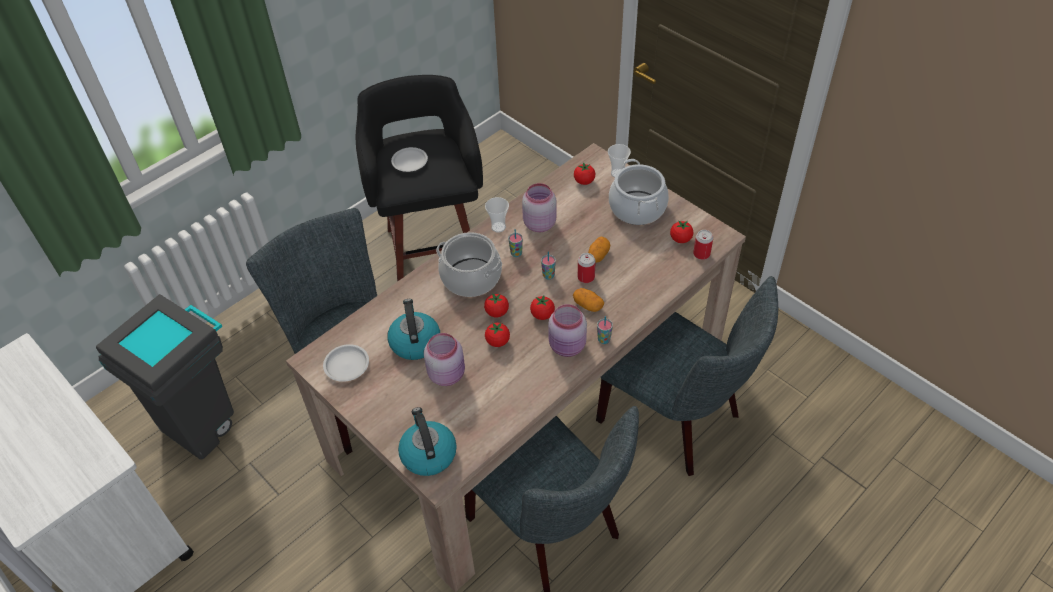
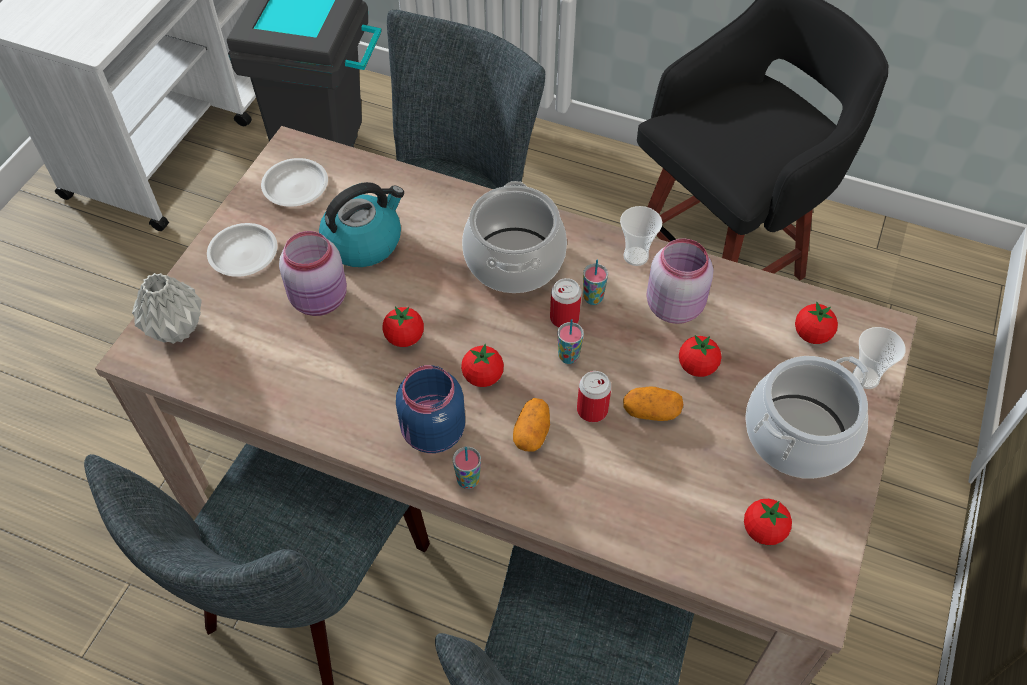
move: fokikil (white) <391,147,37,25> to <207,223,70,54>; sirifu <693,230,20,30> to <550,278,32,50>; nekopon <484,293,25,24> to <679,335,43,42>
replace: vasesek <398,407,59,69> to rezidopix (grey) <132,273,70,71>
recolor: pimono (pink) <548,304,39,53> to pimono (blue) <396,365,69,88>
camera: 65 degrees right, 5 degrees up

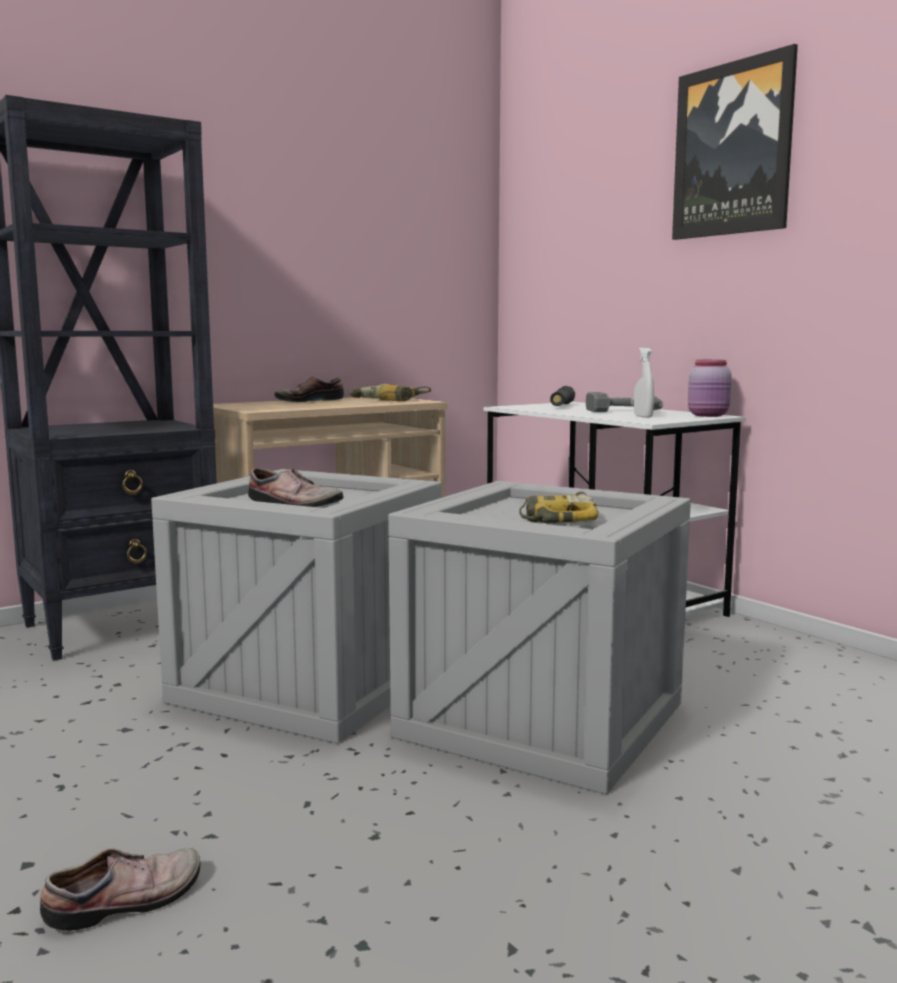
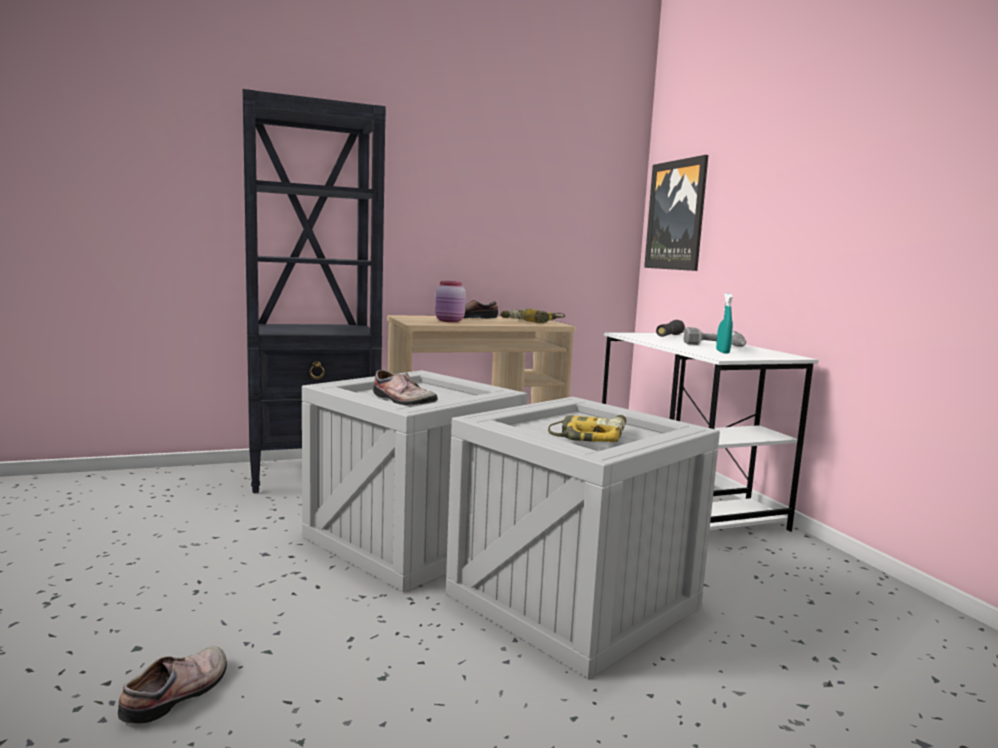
move: pimono (pink) <688,360,44,57> to <435,281,31,41>; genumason <672,44,126,196> to <644,155,64,116>
recolor: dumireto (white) <634,347,20,71> to dumireto (turquoise) <716,293,17,61>
rotate: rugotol <40,848,160,83> = <118,646,109,78> 45 degrees counterclockwise
camera: 15 degrees right, 0 degrees up

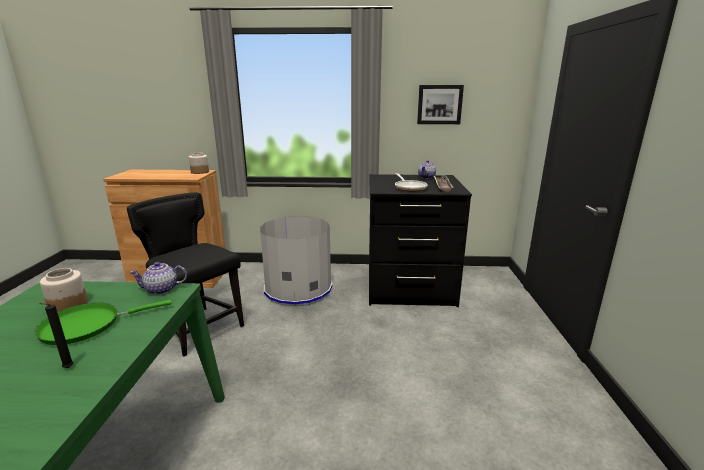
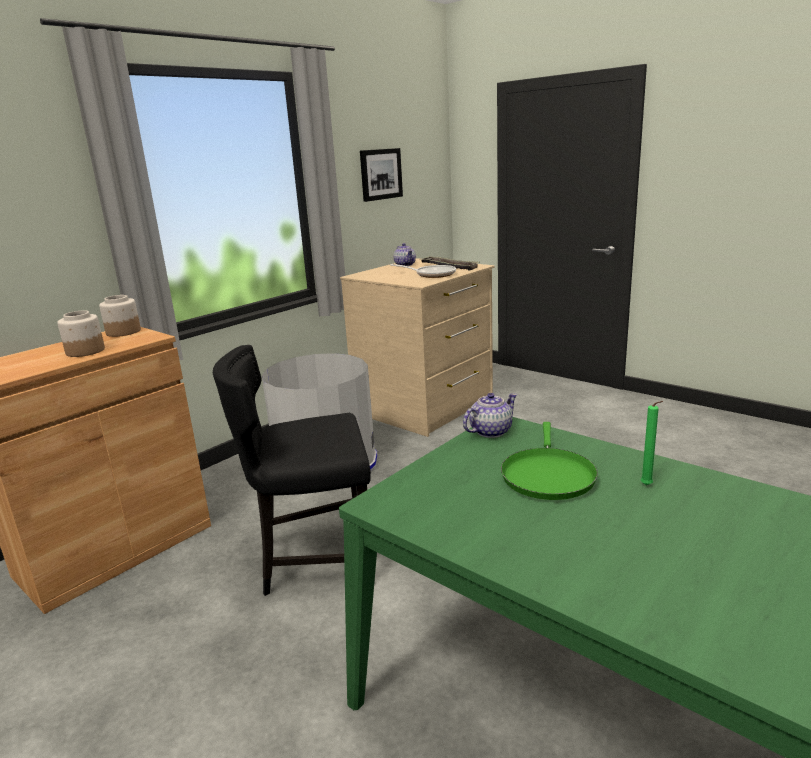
move: pimono <40,268,48,44> to <58,310,47,47>
recolor: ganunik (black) <369,174,103,133> to ganunik (beige) <340,258,155,179>; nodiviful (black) <38,303,36,65> to nodiviful (green) <641,401,22,84>
rotate: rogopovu <129,262,58,33> = <463,393,54,45> 150 degrees counterclockwise
camera: 50 degrees left, 0 degrees up

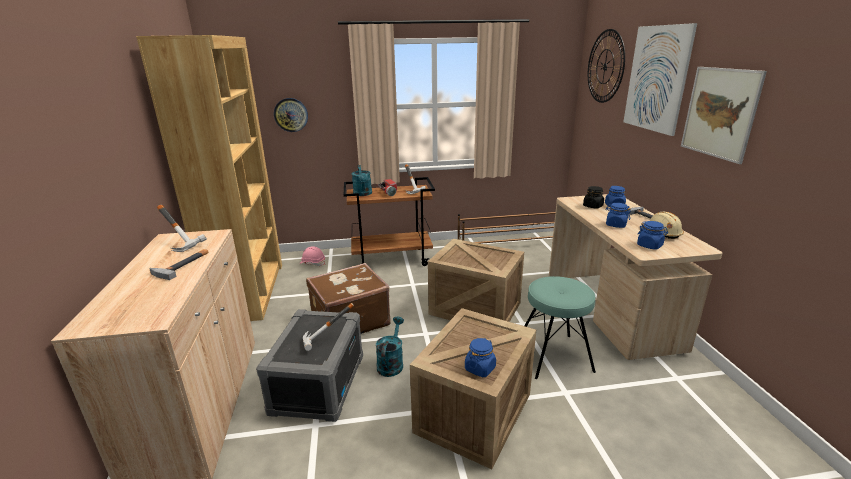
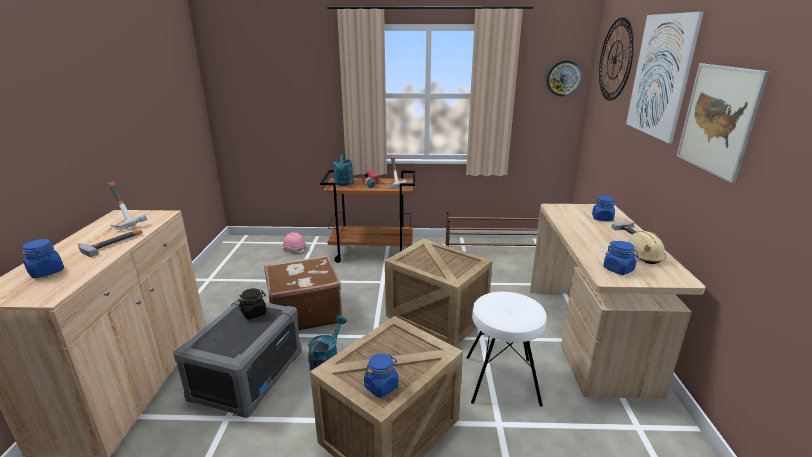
delete: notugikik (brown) <136,35,146,286>; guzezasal <303,303,51,48>
move: pimono (blue) <605,203,26,25> to <22,239,42,39>; pimono (black) <583,186,21,23> to <238,288,29,31>; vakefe <274,98,34,34> to <546,60,36,36>
recolor: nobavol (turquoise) <524,276,72,103> to nobavol (white) <466,292,81,114>
camera: 10 degrees right, 0 degrees up

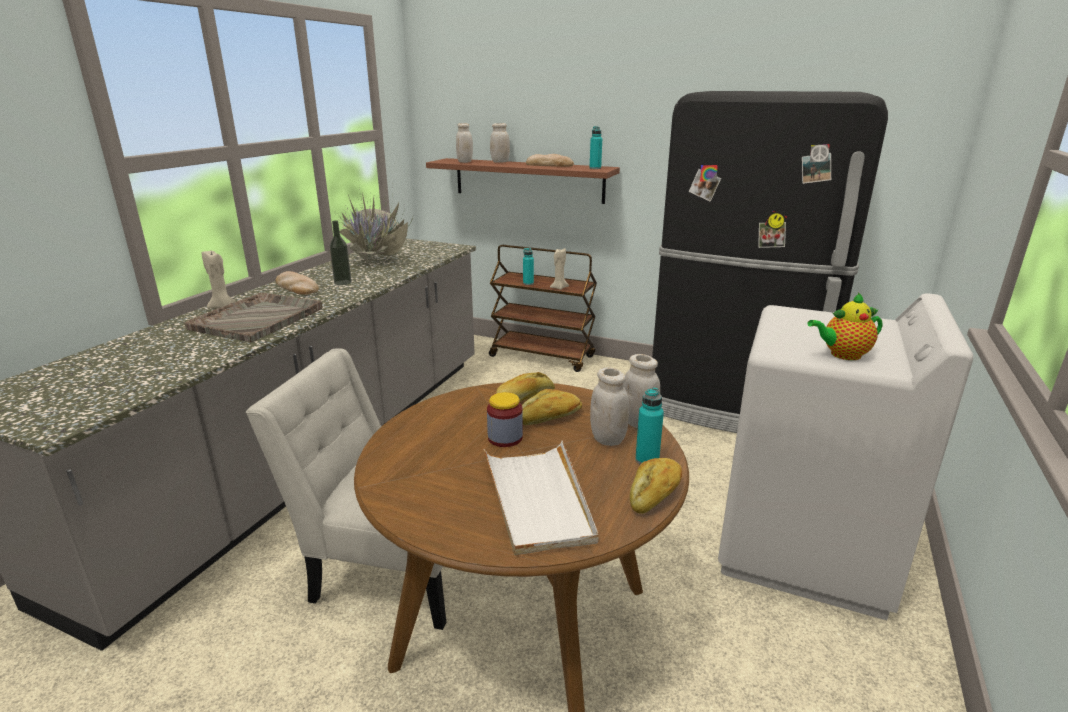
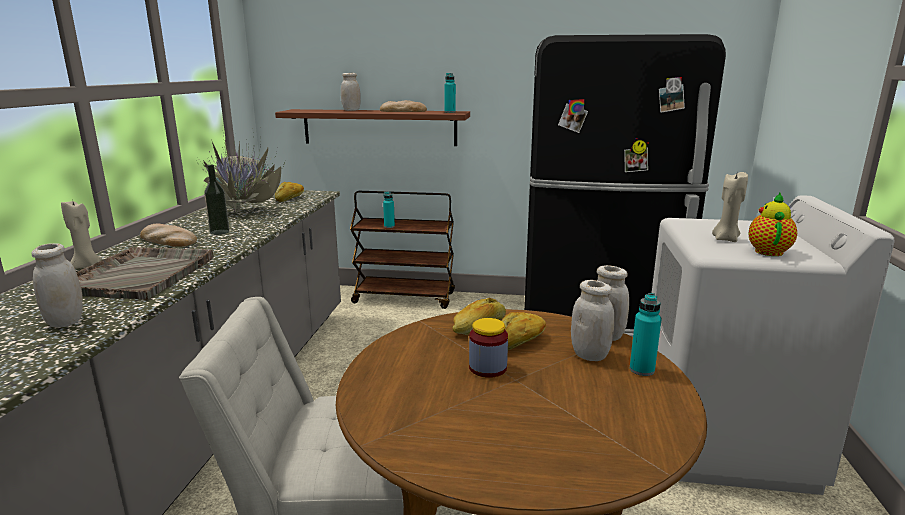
delete: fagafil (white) <484,441,115,114>
move: pimono (white) <456,123,17,40> to <31,243,52,85>; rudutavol <630,458,52,55> to <275,182,29,20>; nodiviful (beige) <550,248,19,42> to <712,172,36,70>
rotate: rogopovu <807,292,75,68> = <748,193,49,63> 135 degrees clockwise
camera: 15 degrees left, 5 degrees down

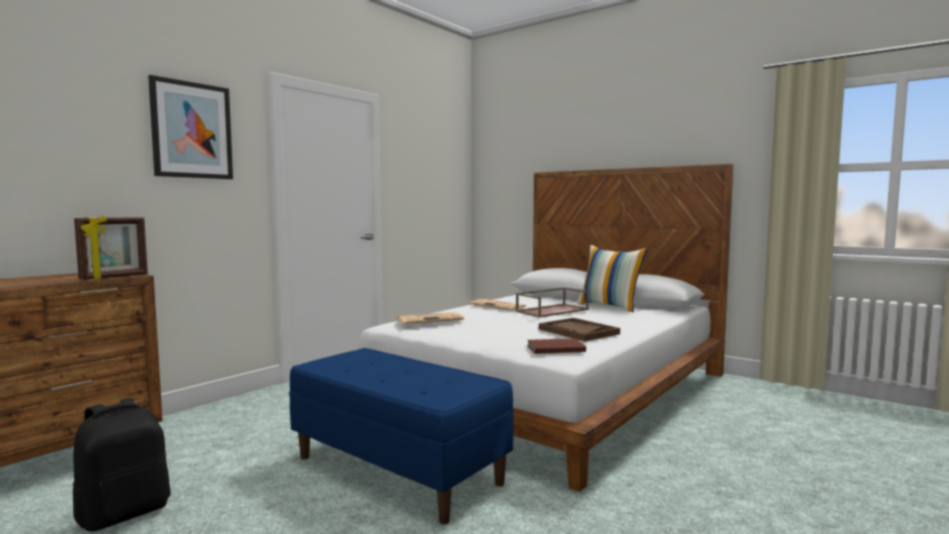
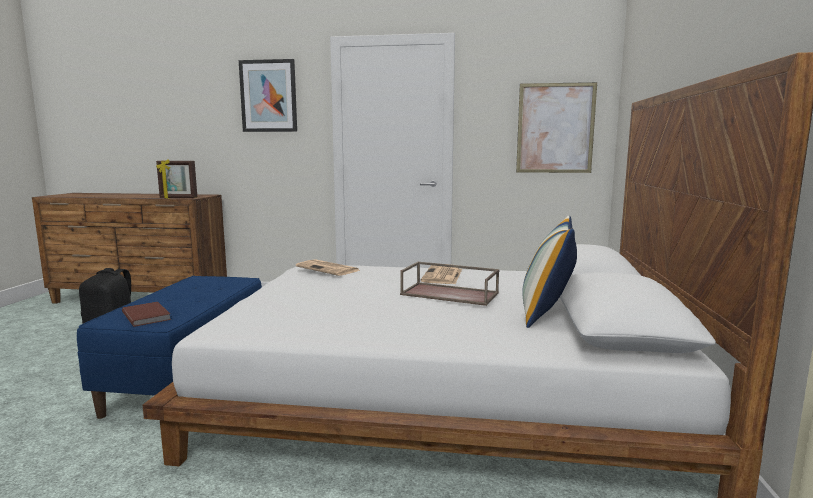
delete: fagafil (brown) <539,318,81,23>
insert: genumason <516,82,81,91>
move: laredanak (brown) <527,338,59,16> to <122,302,49,25>
camera: 60 degrees right, 5 degrees up

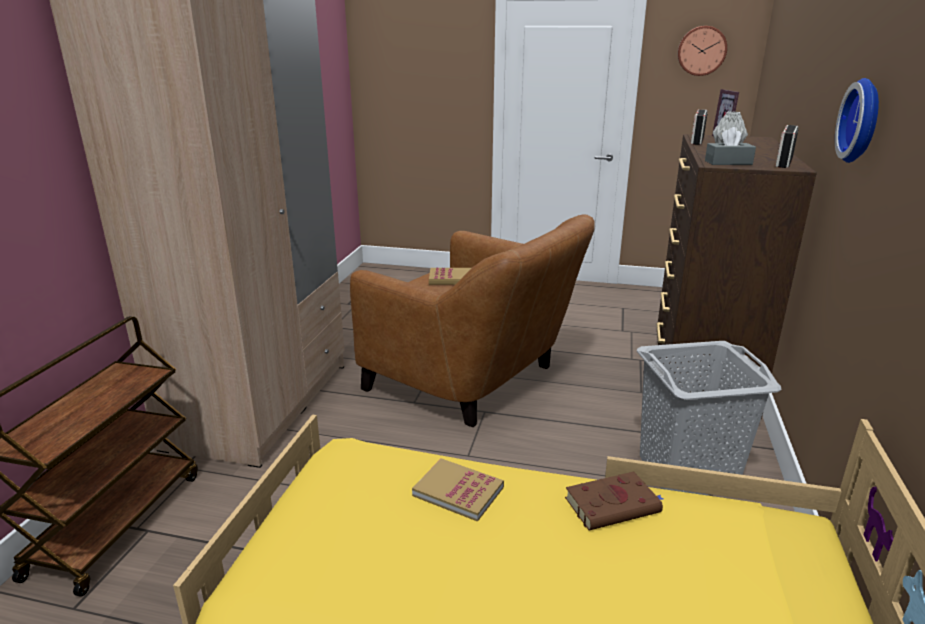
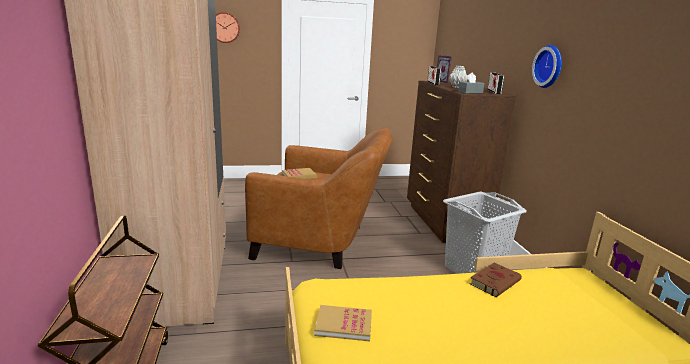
move: vakefe <678,26,49,50> to <216,12,24,31>; laredanak <412,458,92,64> to <314,305,58,36>
camera: 25 degrees left, 5 degrees down

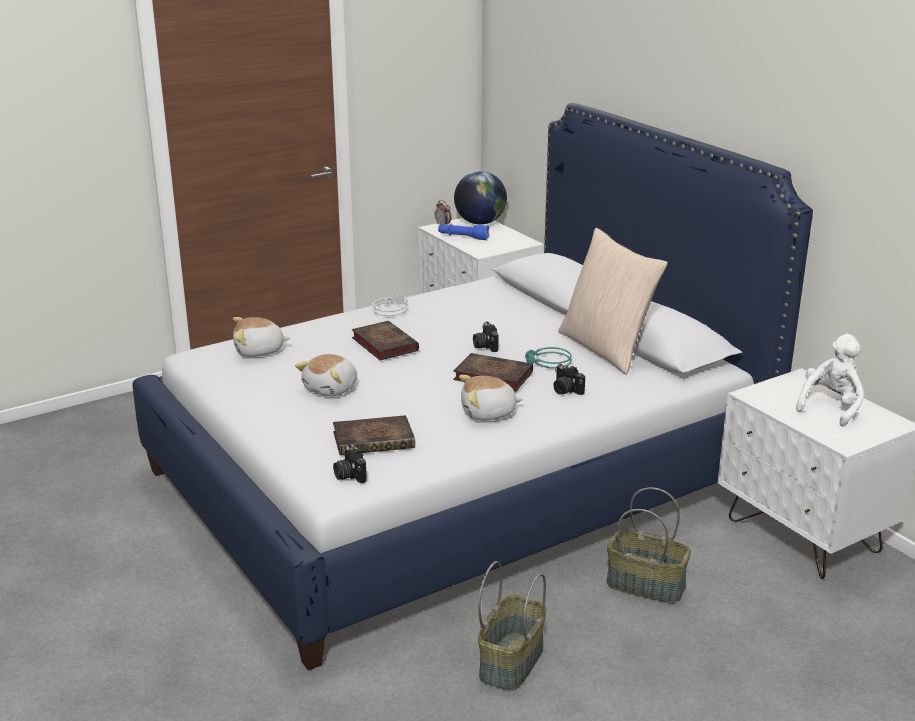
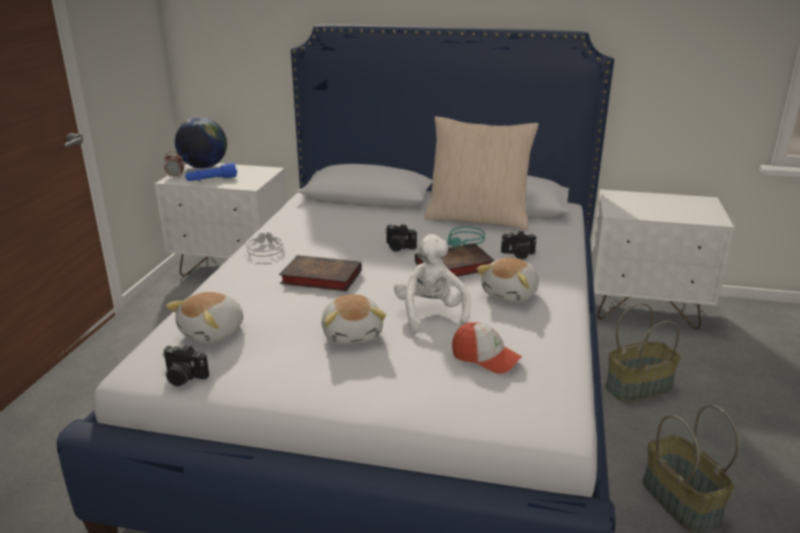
move: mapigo <333,444,34,39> to <163,345,46,41>; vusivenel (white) <796,334,68,93> to <394,234,77,98>
replace: laredanak <333,415,82,40> to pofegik <452,322,70,52>
camera: 45 degrees left, 0 degrees up

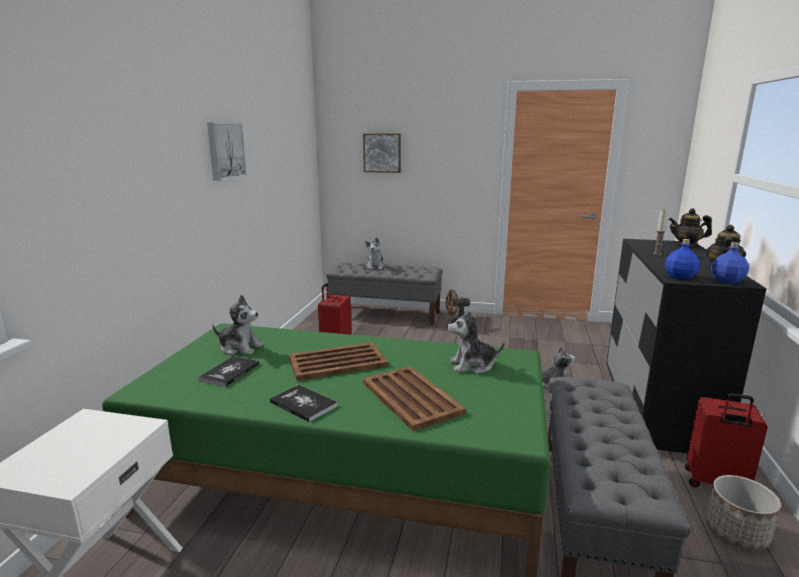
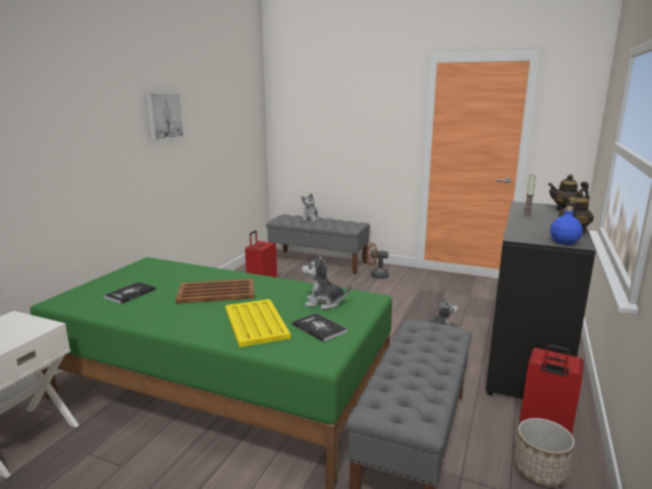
delete: vusivenel <212,295,51,60>; genumason <363,133,38,40>; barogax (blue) <665,239,35,40>
move: laredanak <270,384,68,38> to <292,313,55,29>
recolor: fagafil (brown) <363,366,103,65> to fagafil (yellow) <225,299,66,48>
camera: 10 degrees right, 0 degrees up

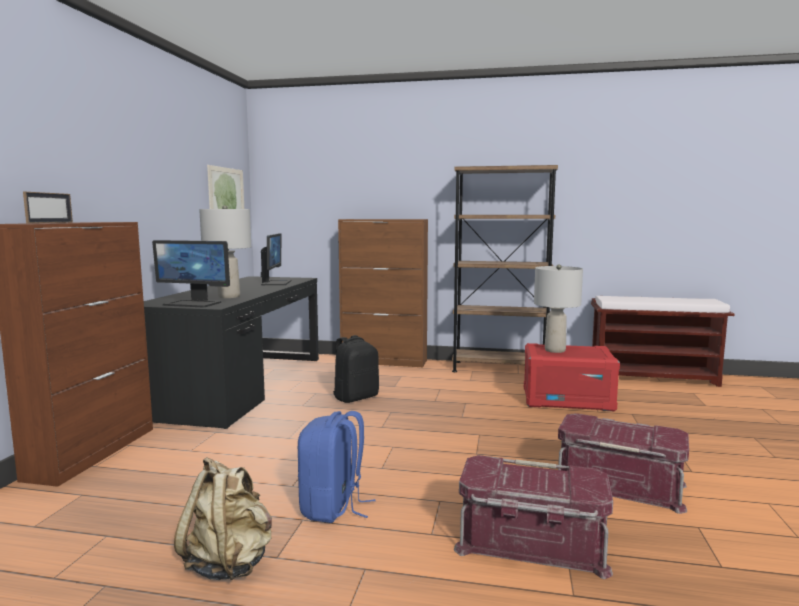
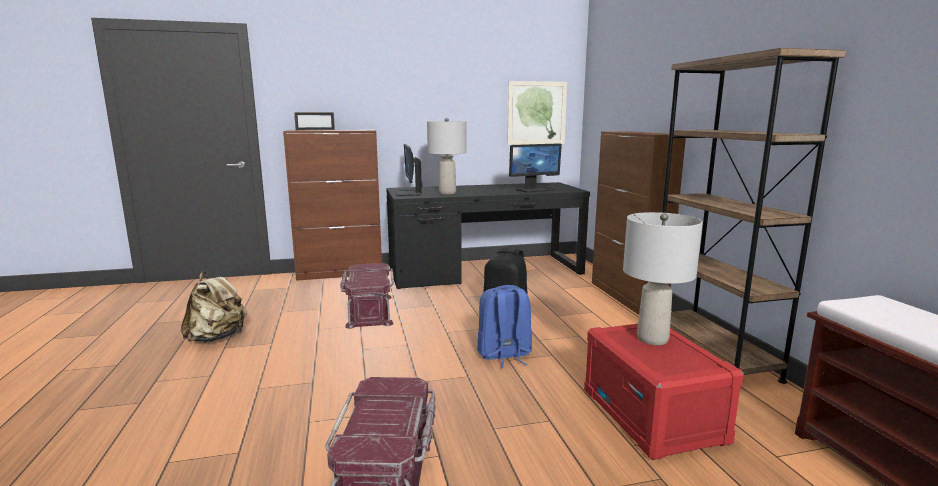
move: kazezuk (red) <454,455,159,124> to <340,263,54,66>; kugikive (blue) <298,411,78,112> to <477,285,55,83>
camera: 65 degrees right, 5 degrees up

